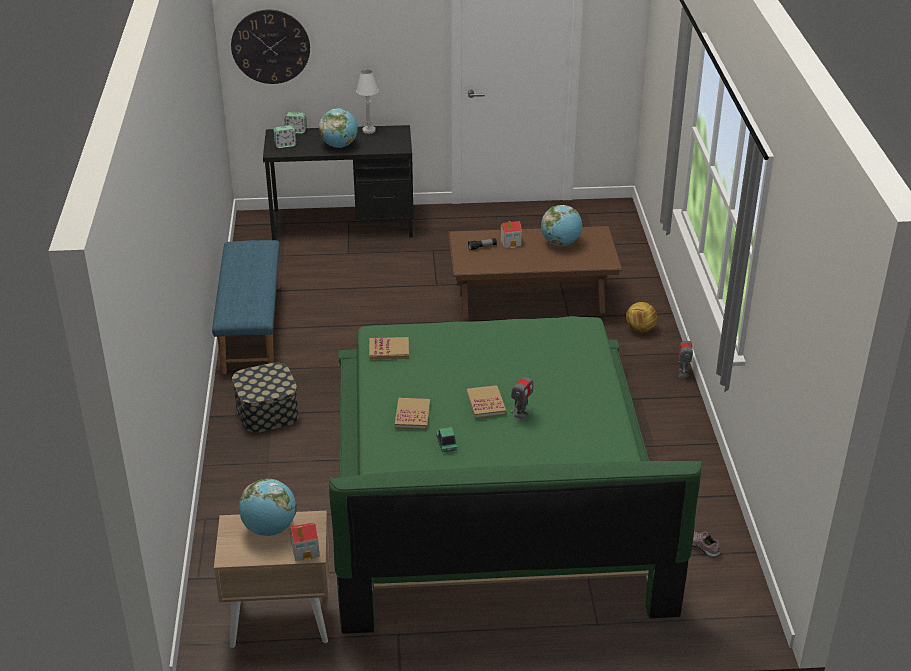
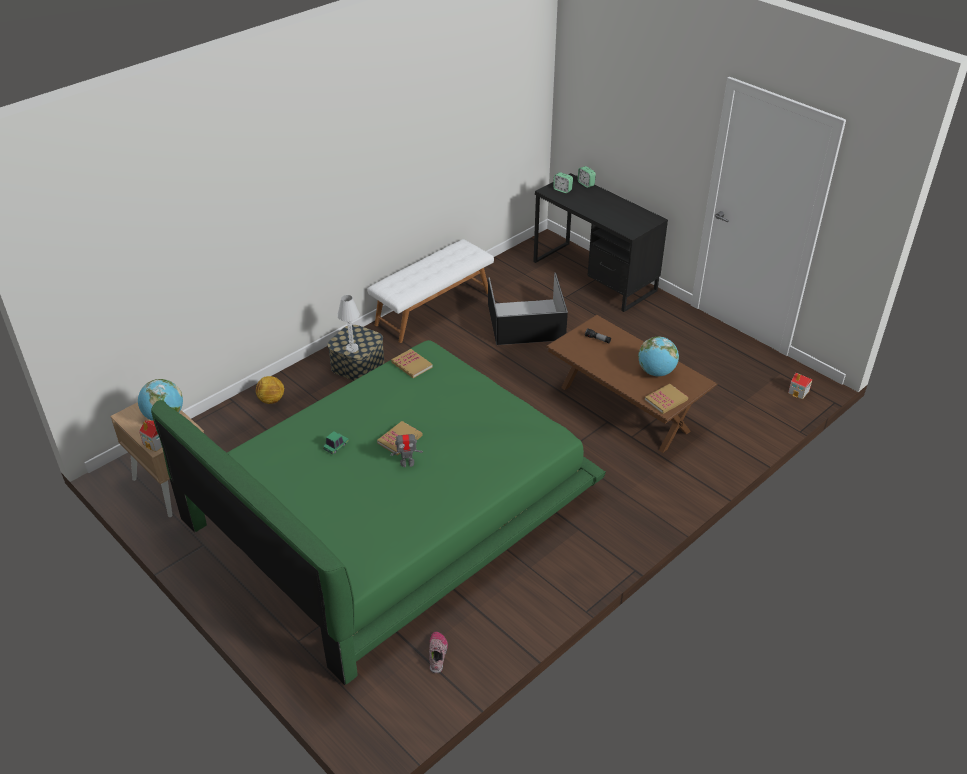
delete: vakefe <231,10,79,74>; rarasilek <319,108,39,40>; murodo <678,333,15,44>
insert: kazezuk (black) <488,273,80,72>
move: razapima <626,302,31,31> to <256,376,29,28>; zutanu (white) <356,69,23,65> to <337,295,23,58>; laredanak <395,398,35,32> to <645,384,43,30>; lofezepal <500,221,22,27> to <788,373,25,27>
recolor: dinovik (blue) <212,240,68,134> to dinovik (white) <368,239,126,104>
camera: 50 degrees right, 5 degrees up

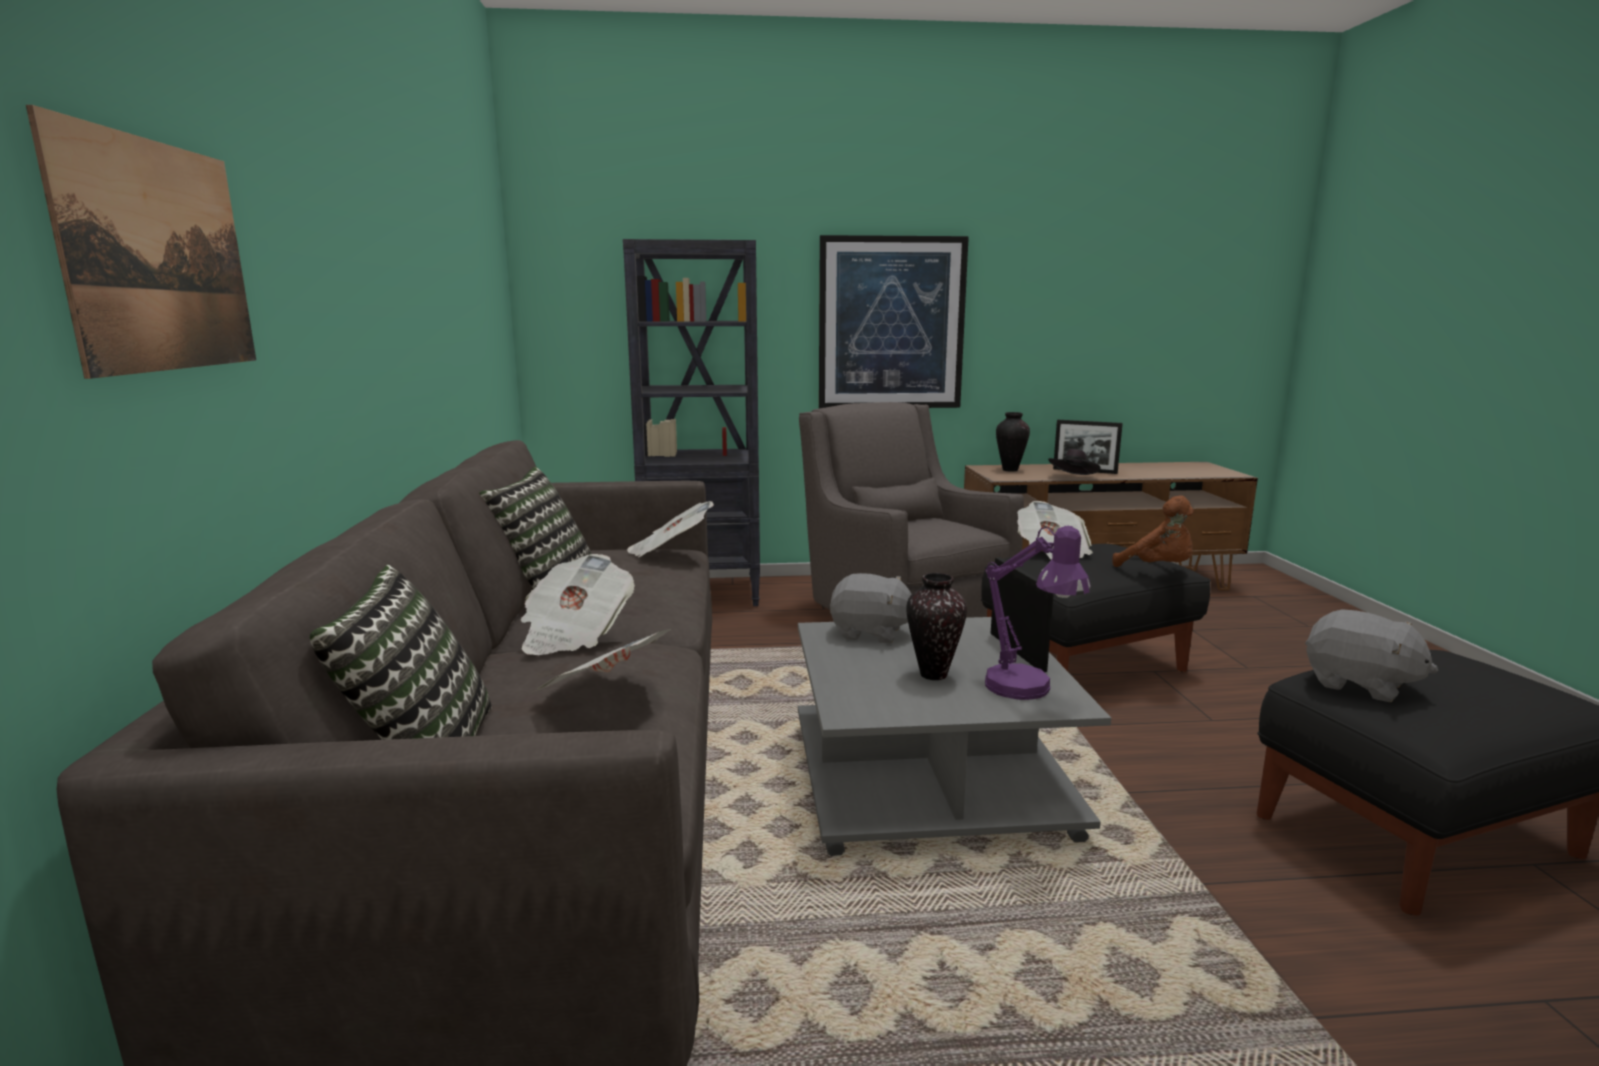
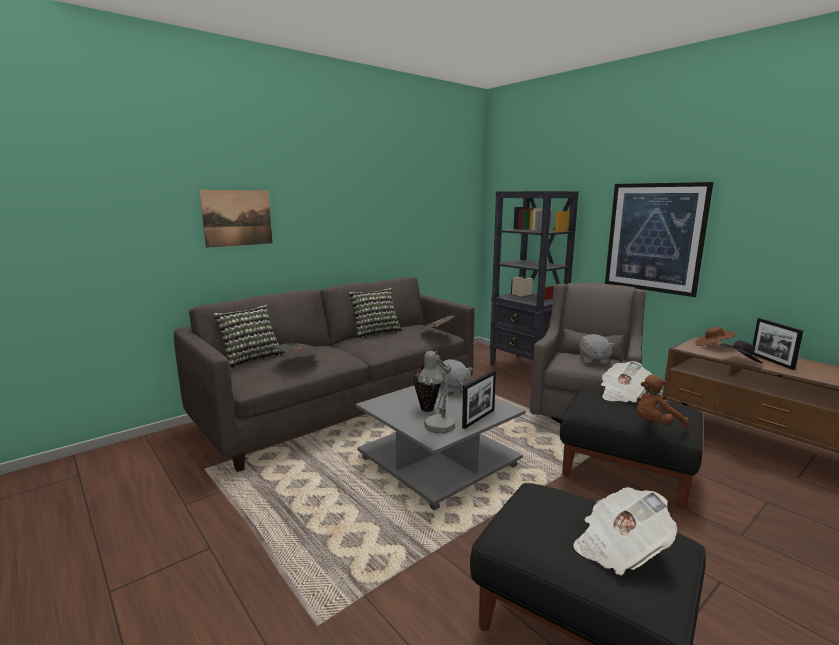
move: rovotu <521,554,114,101> to <573,487,104,88>; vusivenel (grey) <1305,609,133,93> to <579,334,36,32>
replace: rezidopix <996,412,34,60> to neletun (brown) <695,327,41,19>
recolor: zutanu (purple) <985,526,106,174> to zutanu (grey) <418,351,38,82>
rotate: vusivenel (brown) <1112,495,82,72> = <637,375,52,52> 60 degrees clockwise
camera: 55 degrees right, 0 degrees up

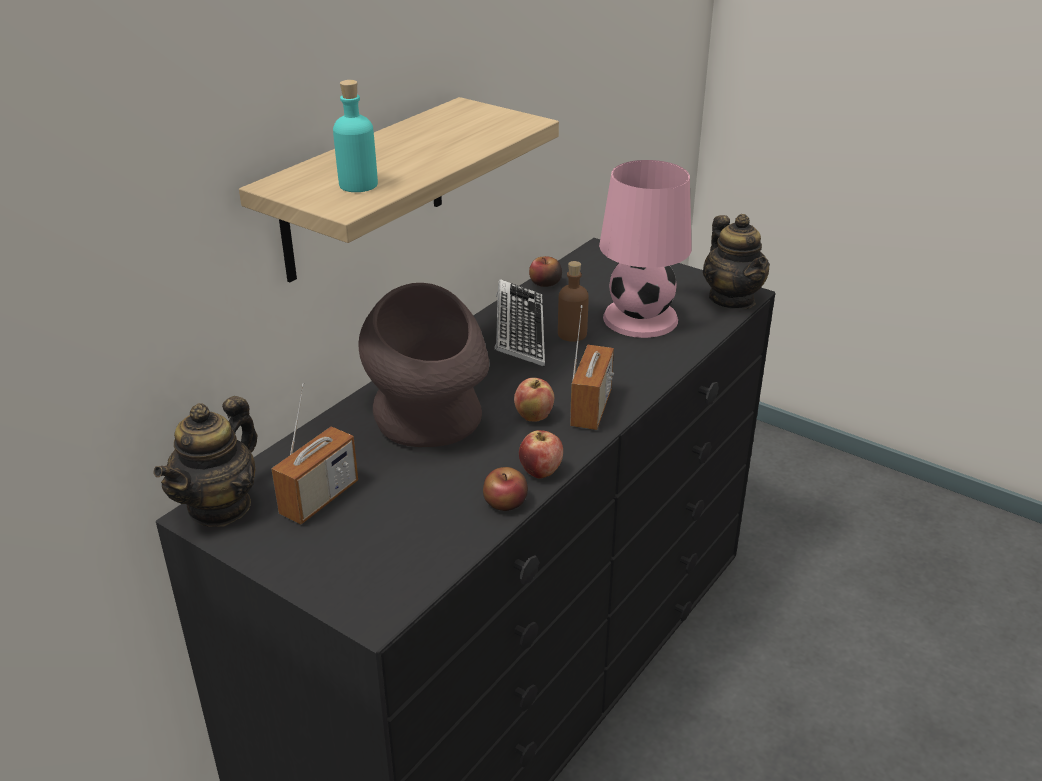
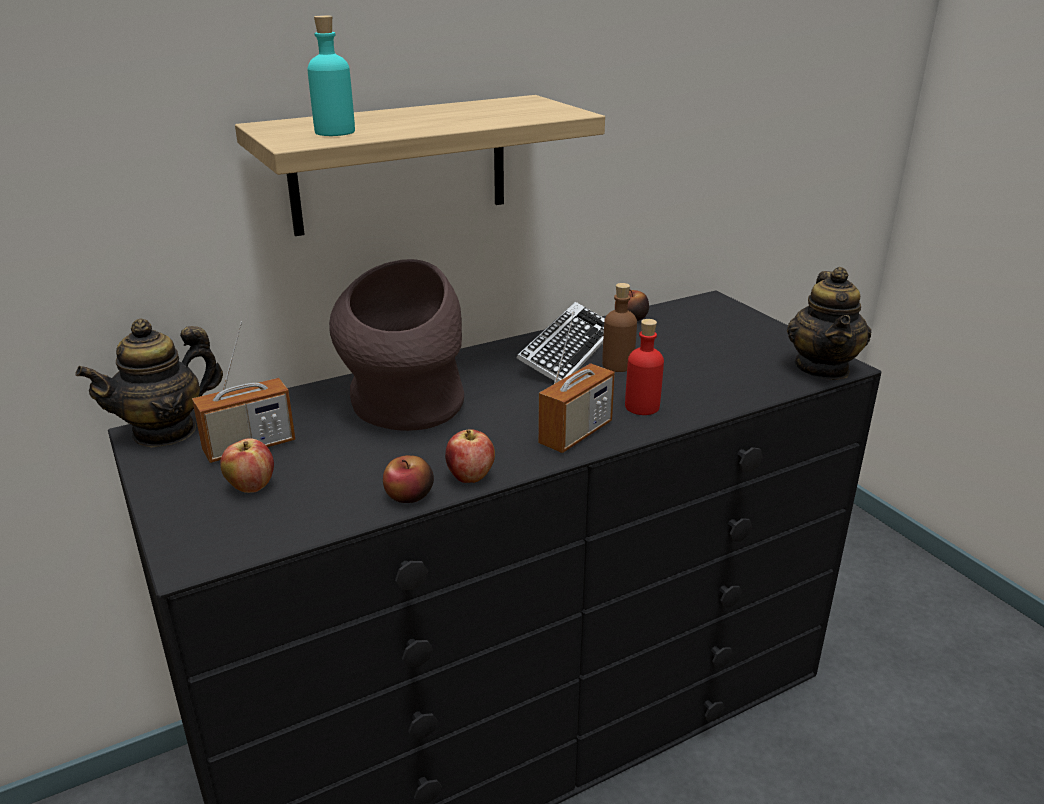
delete: zutanu (pink) <599,160,93,178>
insert: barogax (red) <625,319,39,96>
move: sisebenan <514,378,40,44> to <220,438,54,55>
camera: 25 degrees right, 5 degrees down

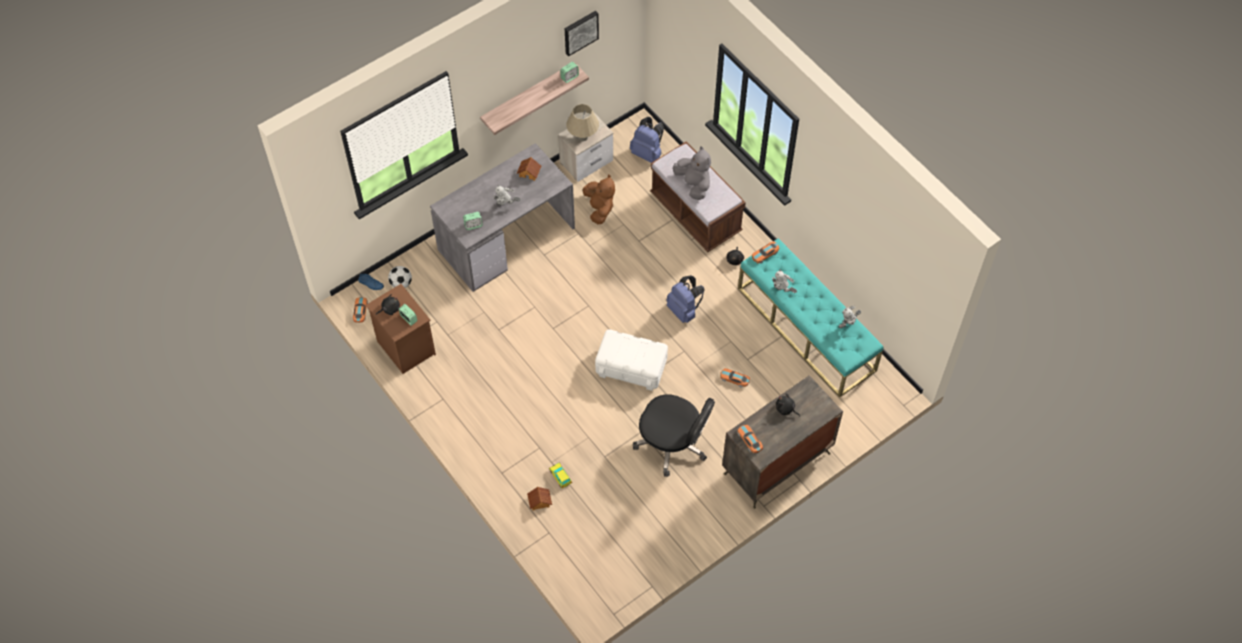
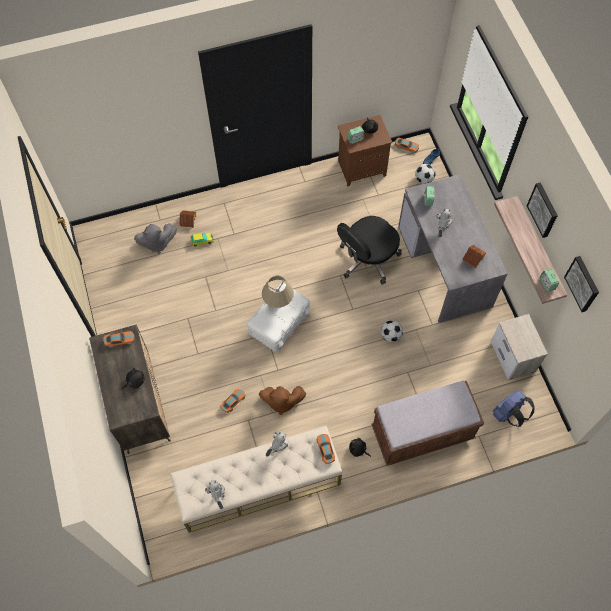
delete: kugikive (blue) <667,275,38,48>
insert: razapima <381,320,22,22>; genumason <527,182,31,56>
move: vusivenel (grey) <673,146,38,54> to <134,223,43,31>; vusivenel (brown) <583,175,32,49> to <259,386,47,29>; zutanu (beige) <566,104,33,37> to <262,276,32,32>; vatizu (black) <633,394,82,83> to <337,216,65,69>
recolor: dinovik (turquoise) <738,238,145,159> to dinovik (beige) <170,426,172,107>
camera: 110 degrees right, 5 degrees up

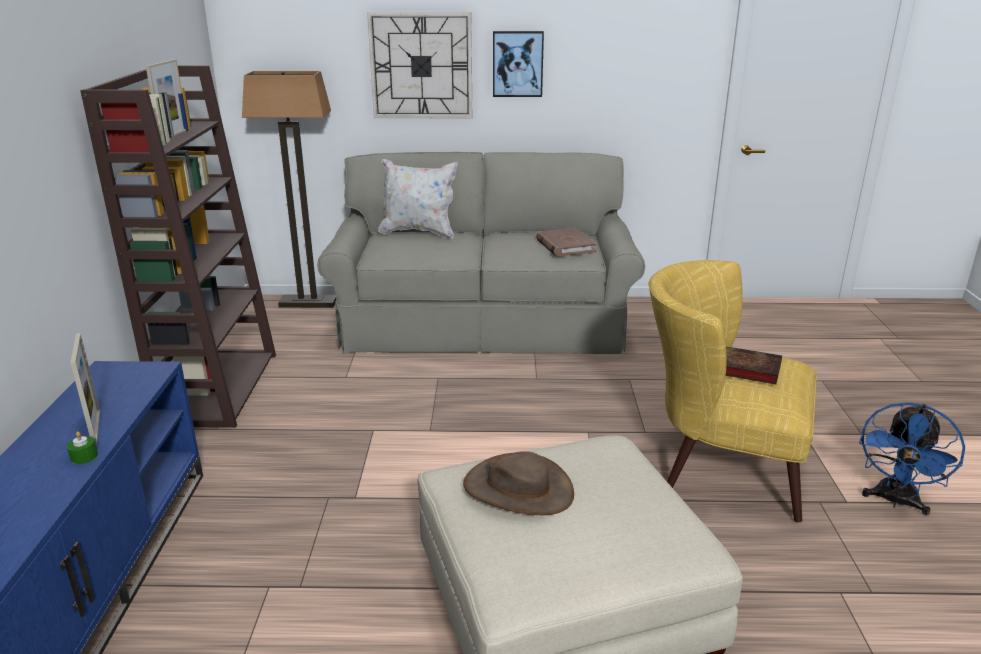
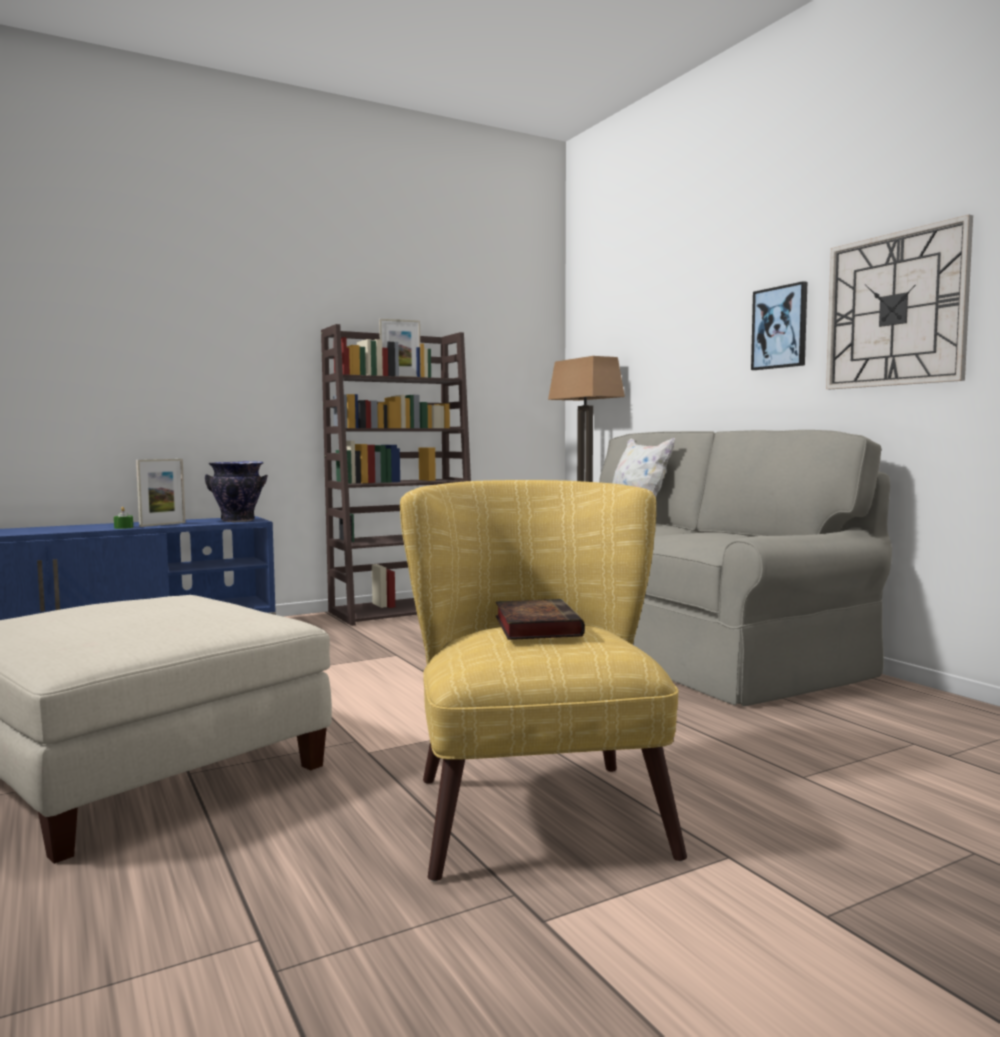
delete: neletun (brown) <463,451,111,64>; laredanak (brown) <536,228,61,29>; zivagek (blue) <859,402,106,114>
insert: rezidopix <205,461,63,61>
move: vakefe <367,12,105,106> to <826,215,147,174>
camera: 60 degrees right, 20 degrees down

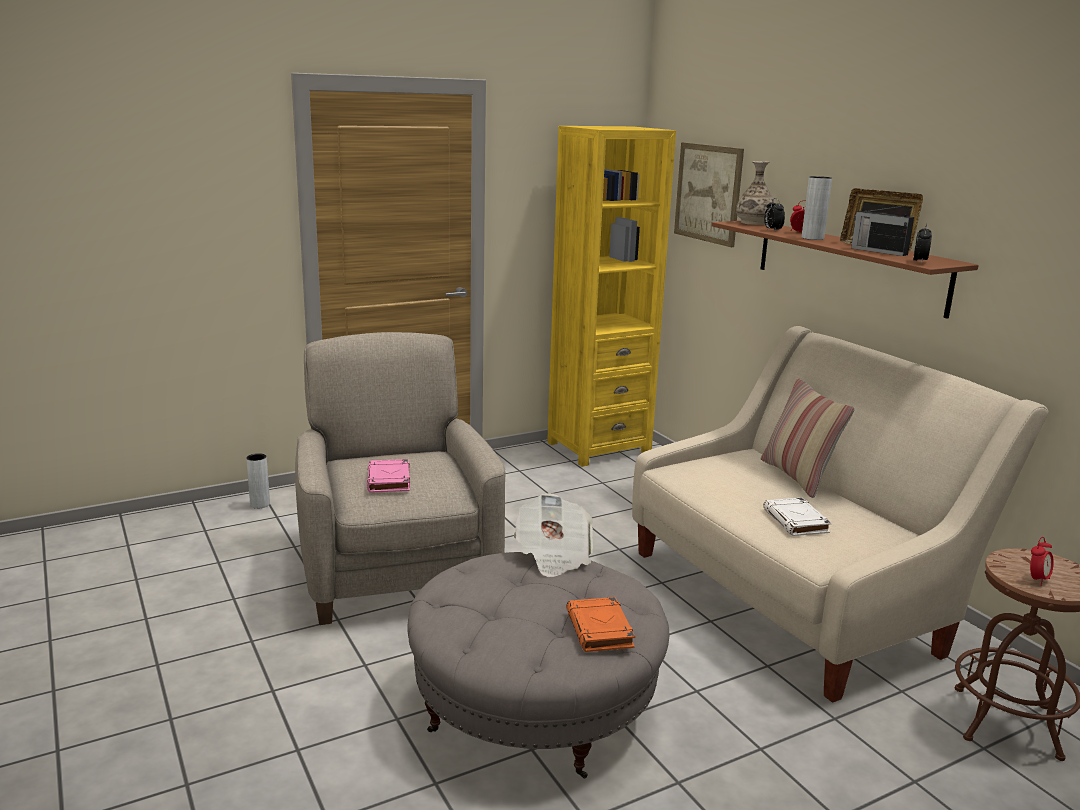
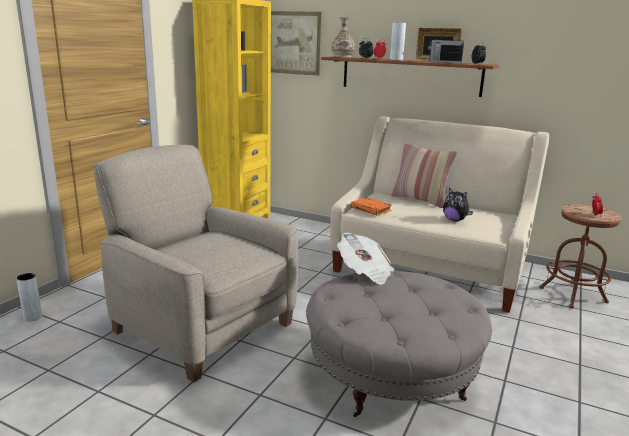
delete: laredanak (pink) <367,459,43,34>
move: laredanak (orange) <566,597,69,55> to <351,198,41,18>
replace: laredanak (white) <763,498,69,38> to vusivenel <443,188,30,33>
camera: 35 degrees left, 0 degrees up

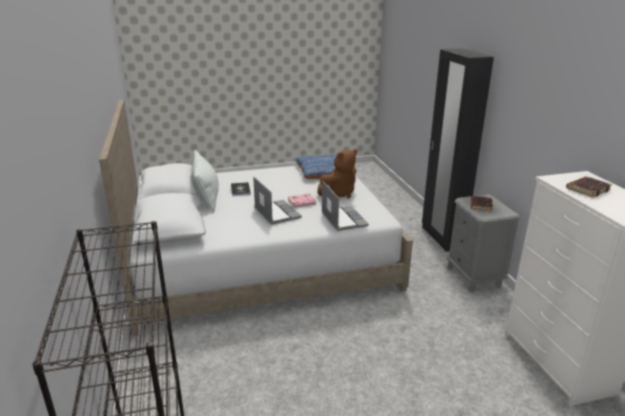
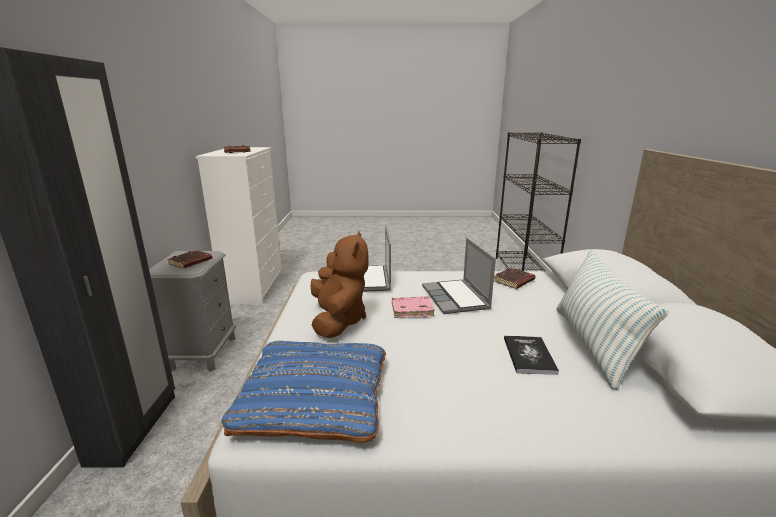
insert: laredanak (brown) <494,267,41,22>
rotate: vusivenel (brown) <318,149,39,49> = <310,231,58,108> 105 degrees clockwise
camera: 165 degrees left, 5 degrees down

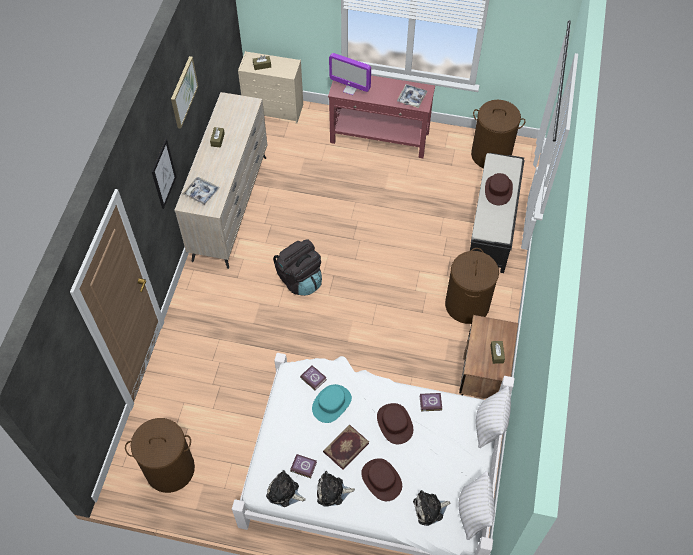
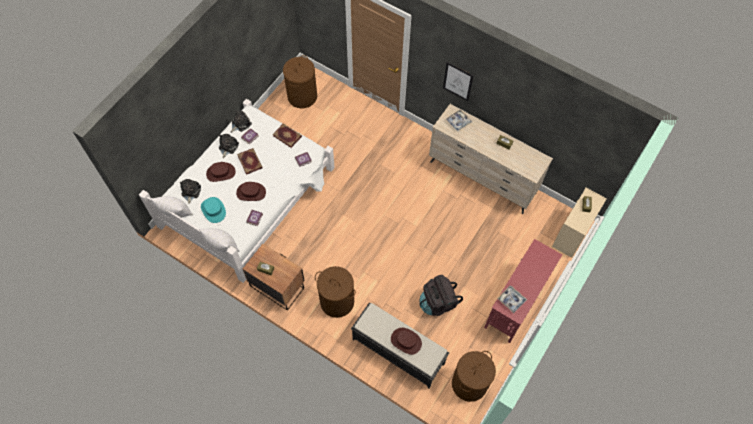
delete: genumason <171,56,27,73>; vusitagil <329,53,42,42>
insert: laredanak <273,123,29,25>
move: neletun (turquoise) <312,384,40,39> to <201,197,25,26>; kugikive (black) <273,239,49,57> to <419,275,44,41>
camera: 110 degrees right, 5 degrees up

